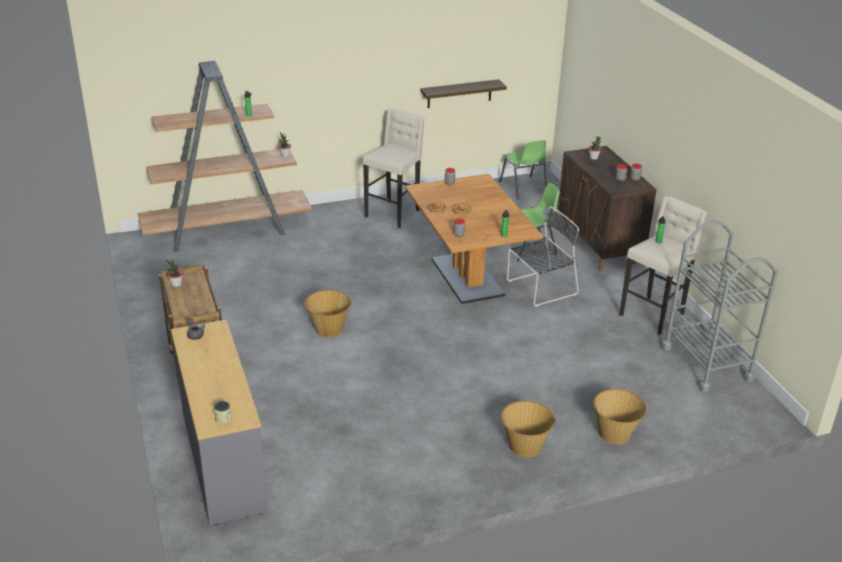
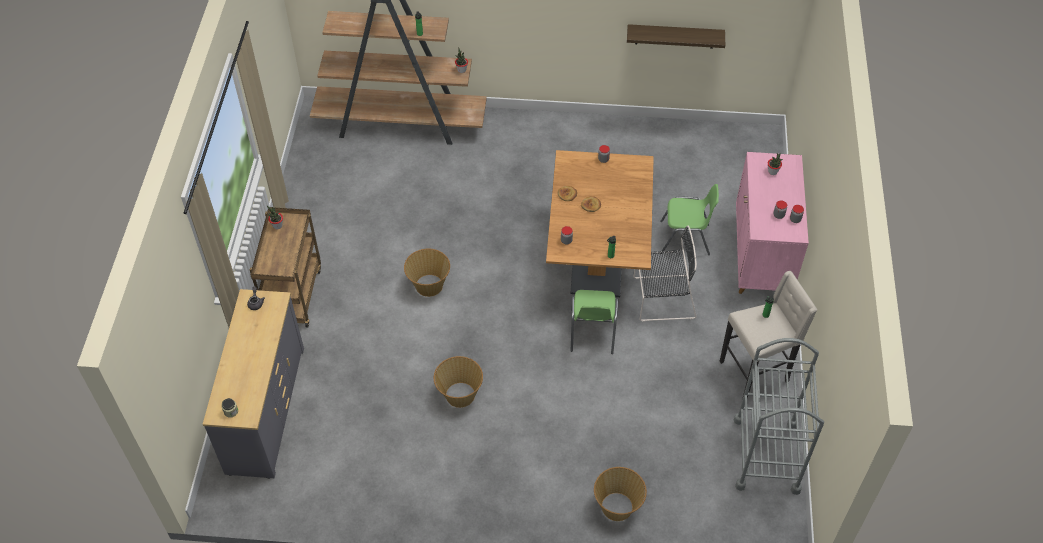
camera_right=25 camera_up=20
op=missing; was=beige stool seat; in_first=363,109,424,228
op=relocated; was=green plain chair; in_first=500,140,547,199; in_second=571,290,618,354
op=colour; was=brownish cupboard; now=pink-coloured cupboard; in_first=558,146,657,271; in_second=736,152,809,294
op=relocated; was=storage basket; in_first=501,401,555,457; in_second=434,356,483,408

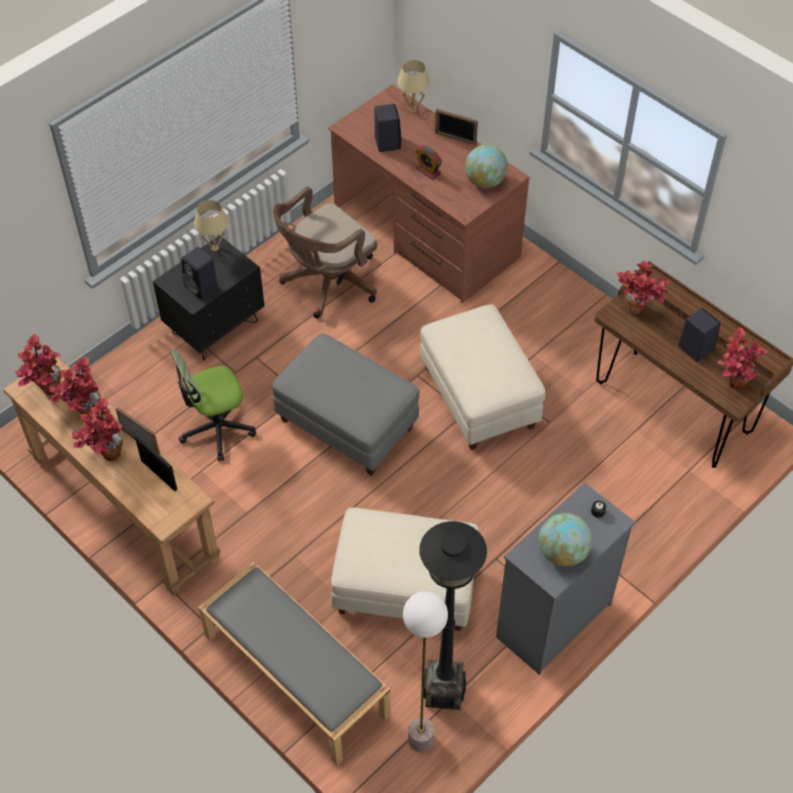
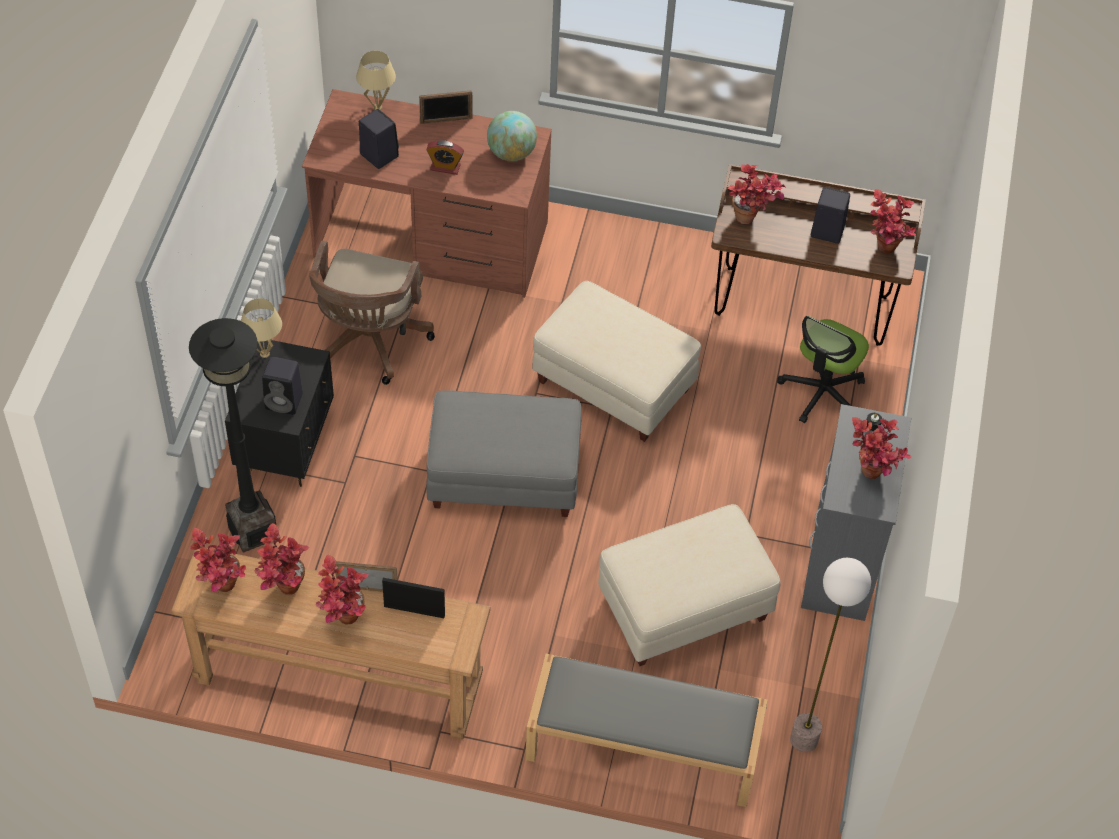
camera_right=-35 camera_up=0
op=relocated; was=computer chair; in_first=170,349,256,461; in_second=777,316,869,423
op=exchanged; was=globe; now=plant in a pot; in_first=539,513,593,567; in_second=852,417,911,479
op=relocated; was=black-coloured floor lamp; in_first=419,521,487,710; in_second=189,318,276,553

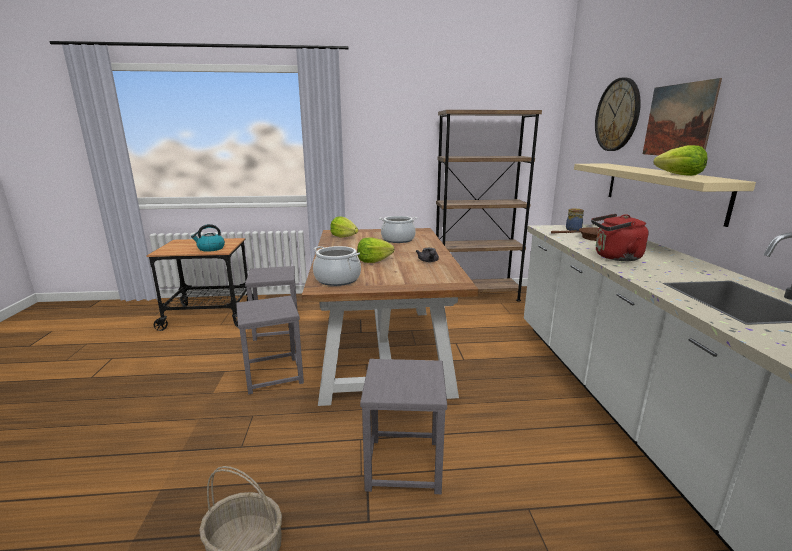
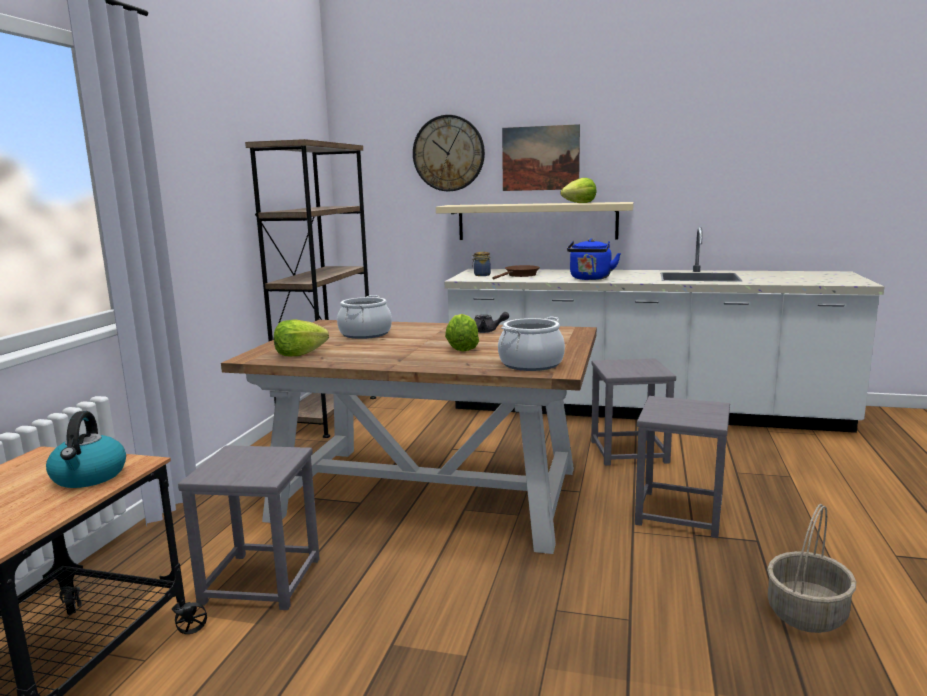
camera_right=-70 camera_up=-5
op=colour; was=red-coloured kettle; now=bluish kettle; in_first=591,214,649,261; in_second=567,238,621,280
op=relocated; was=grey stool seat; in_first=236,296,304,395; in_second=591,358,676,466

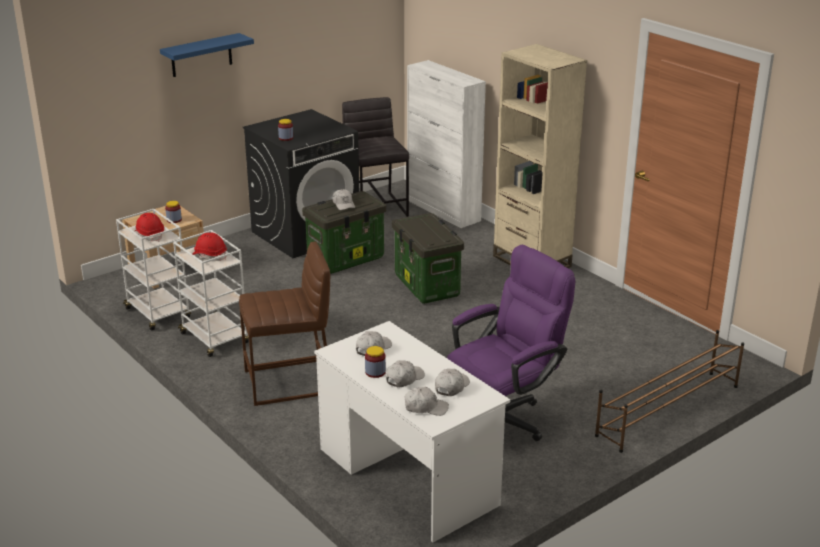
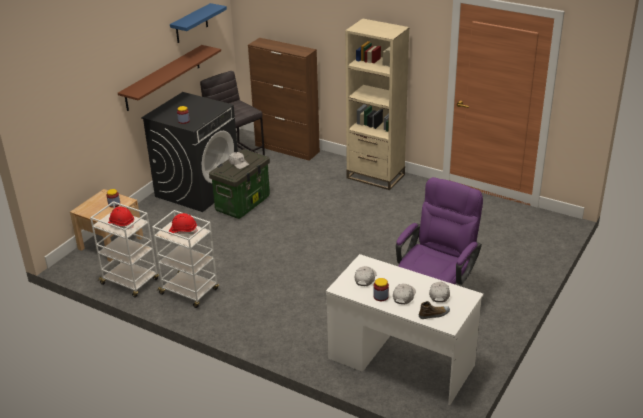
camera_right=-20 camera_up=5
op=relocated; was=bluish shelf; in_first=160,33,254,77; in_second=170,3,227,43
op=colour; was=white cupboard; now=brownish cupboard; in_first=407,60,486,228; in_second=248,38,320,161
op=missing; was=storage container; in_first=392,213,464,304
op=missing; was=brownish stool seat; in_first=239,241,330,406
op=missing; was=brownish shoe stand; in_first=595,330,744,453
op=exchanged; was=white cap; now=shoe; in_first=405,387,449,416; in_second=419,301,450,319
op=appeared; now=brownish shelf; in_second=118,45,221,111

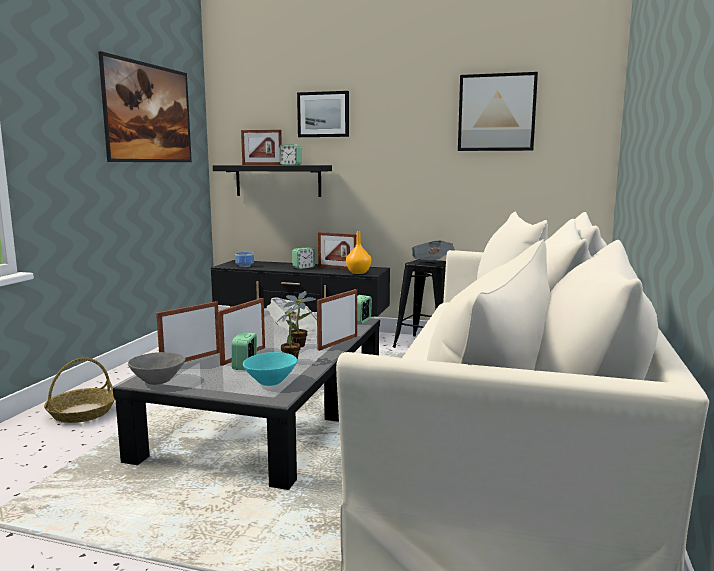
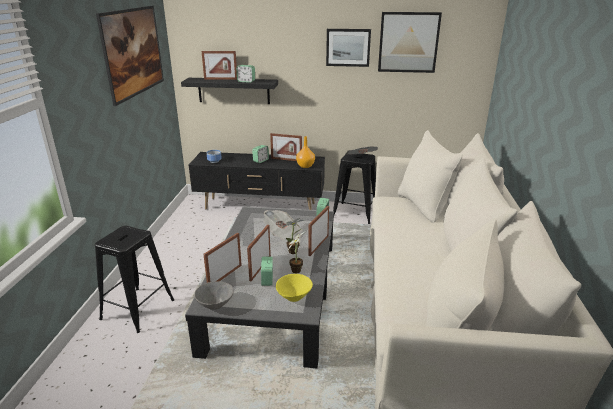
camera_right=-10 camera_up=15
op=relocated; was=wall art; in_first=297,91,349,137; in_second=326,29,371,67
op=colour; was=turquoise-coloured serving bowl; now=yellow-coloured serving bowl; in_first=243,352,297,386; in_second=276,274,313,302
op=exchanged; was=storage basket; now=black-coloured stool seat; in_first=44,358,115,423; in_second=95,226,175,333

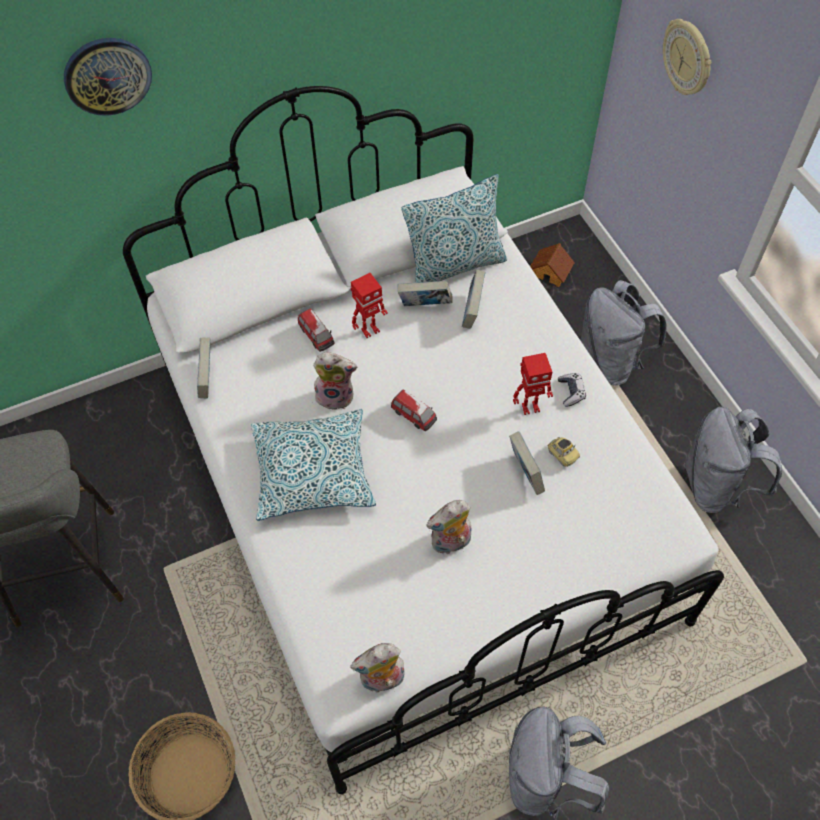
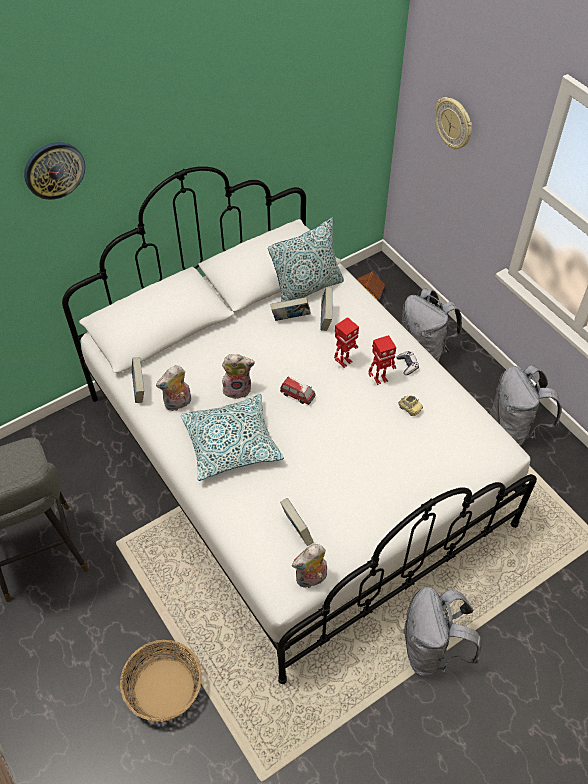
camera_right=-10 camera_up=-5
op=relocated; was=robot figure; in_first=350,273,388,338; in_second=334,317,359,368
op=missing; was=miniature car; in_first=298,308,334,352
op=relocated; was=book; in_first=509,432,545,495; in_second=280,498,313,546
op=relocated; was=plush toy; in_first=426,500,471,554; in_second=156,365,191,411

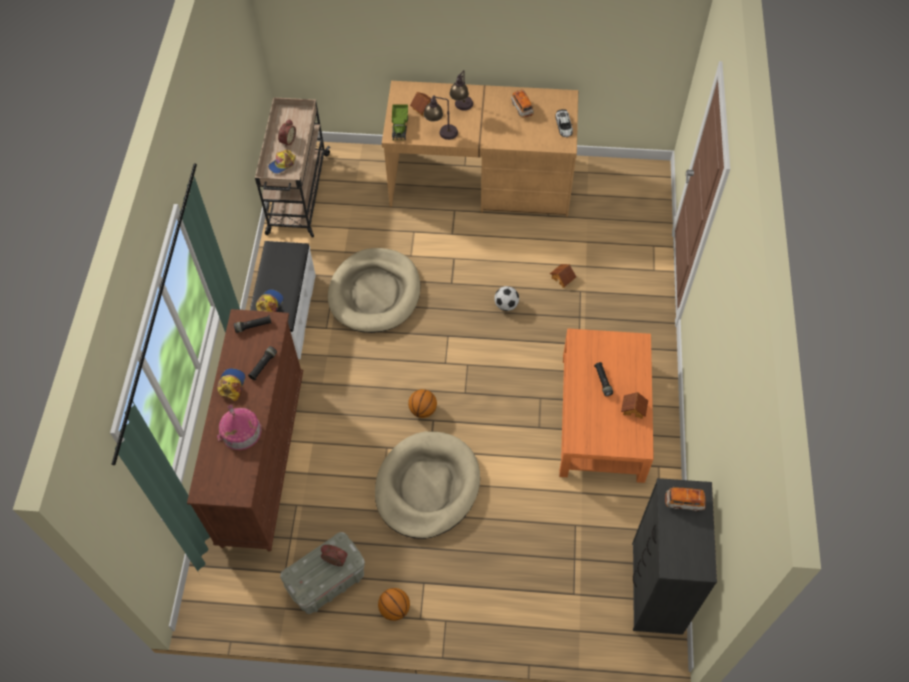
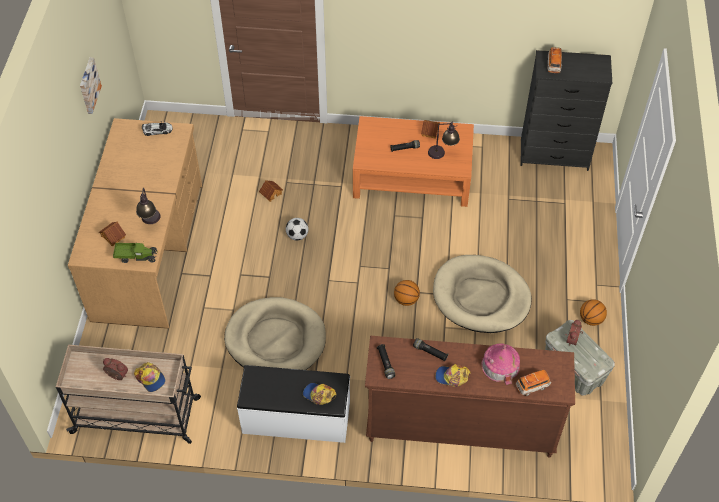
camera_right=-90 camera_up=-5
op=relocated; was=tabletop lamp; in_first=449,70,473,111; in_second=428,121,460,159
op=relocated; was=miniature car; in_first=511,89,534,118; in_second=516,370,551,396
op=appeared; now=wall art; in_second=80,57,102,114

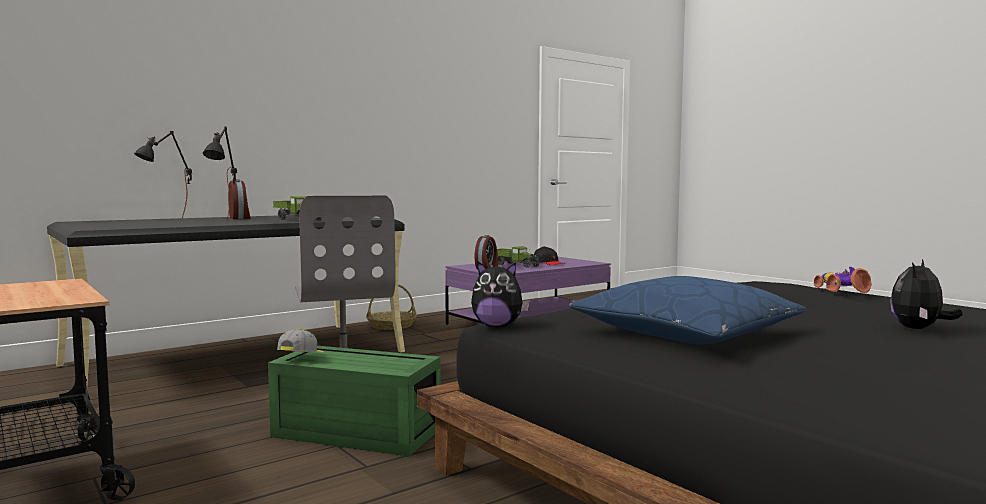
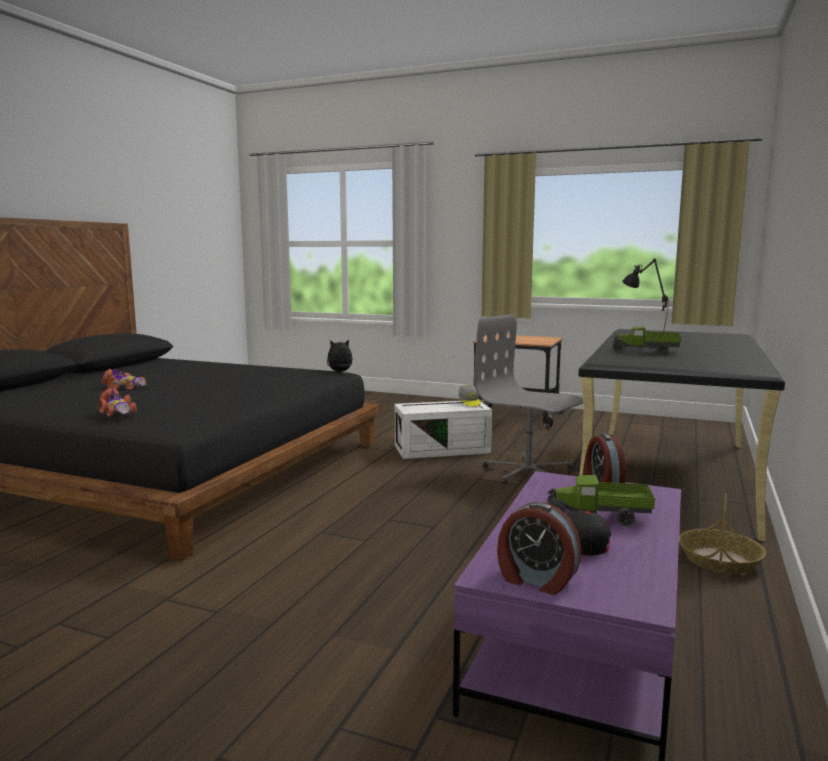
camera_right=150 camera_up=5
op=missing; was=black-coloured tabletop lamp; in_first=134,131,192,218
op=relocated; was=bedside clock; in_first=228,179,251,219; in_second=497,502,581,595
op=exchanged; was=plush toy; now=miniature car; in_first=890,259,963,329; in_second=102,369,147,390
op=missing; was=bluish throw pillow; in_first=569,276,806,345
op=colour; was=green storage container; now=white storage container; in_first=268,346,441,456; in_second=395,401,492,459

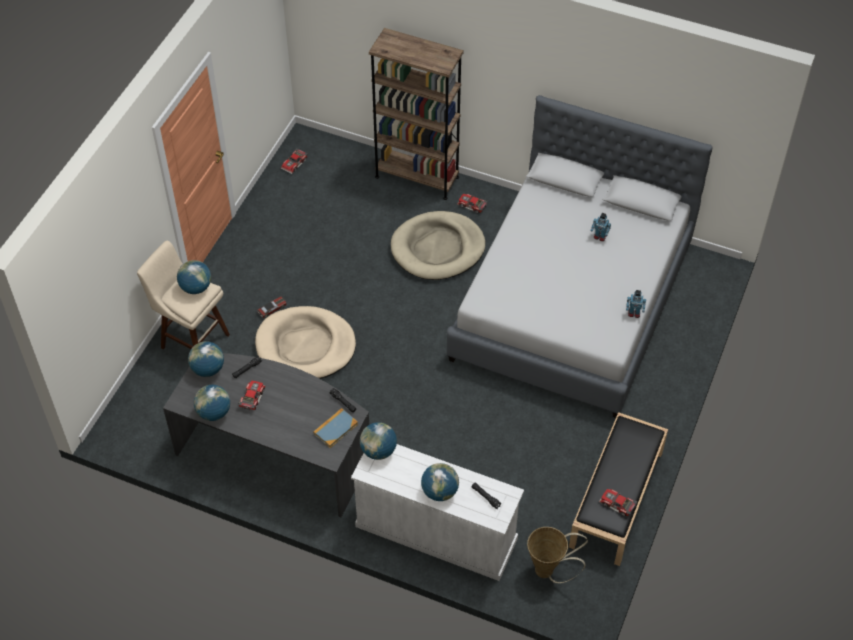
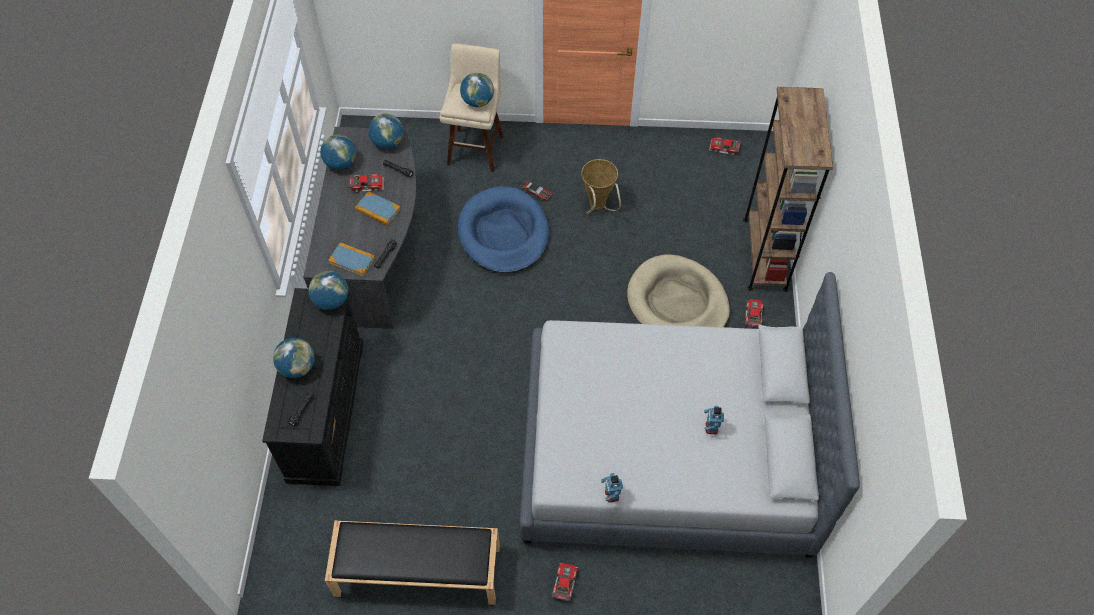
camera_right=70 camera_up=5
op=colour; was=beige pet bed; now=bluish pet bed; in_first=255,306,356,379; in_second=458,186,549,273
op=colour; was=white chest of drawers; now=black-coloured chest of drawers; in_first=351,444,524,581; in_second=262,288,364,486
op=relocated; was=miniature car; in_first=599,489,637,516; in_second=552,563,578,601
op=relocated; was=storage basket; in_first=527,527,588,583; in_second=581,159,621,214
op=appeared; now=book; in_second=355,191,401,226

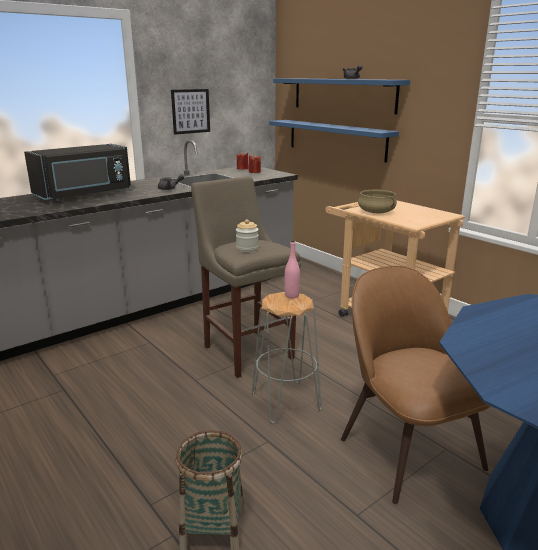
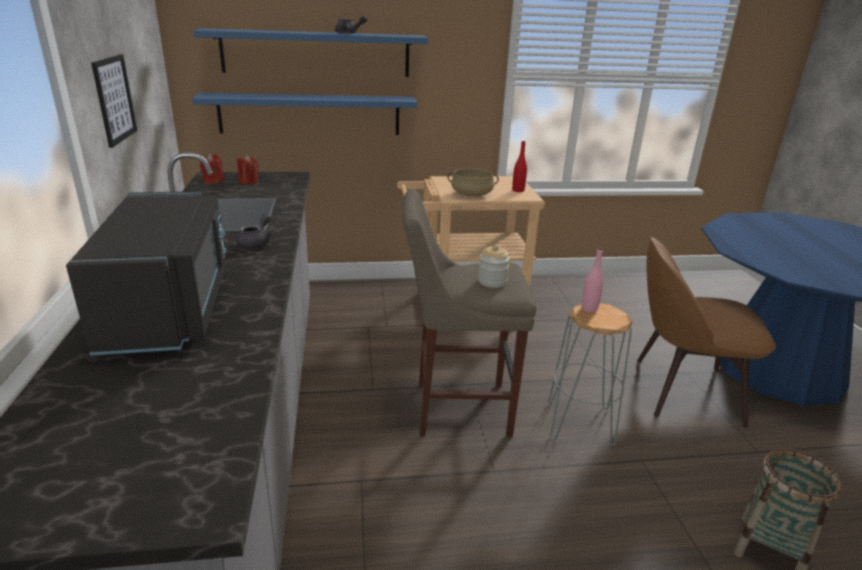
camera_right=-60 camera_up=5
op=appeared; now=red-coloured drink bottle; in_second=512,141,527,192

